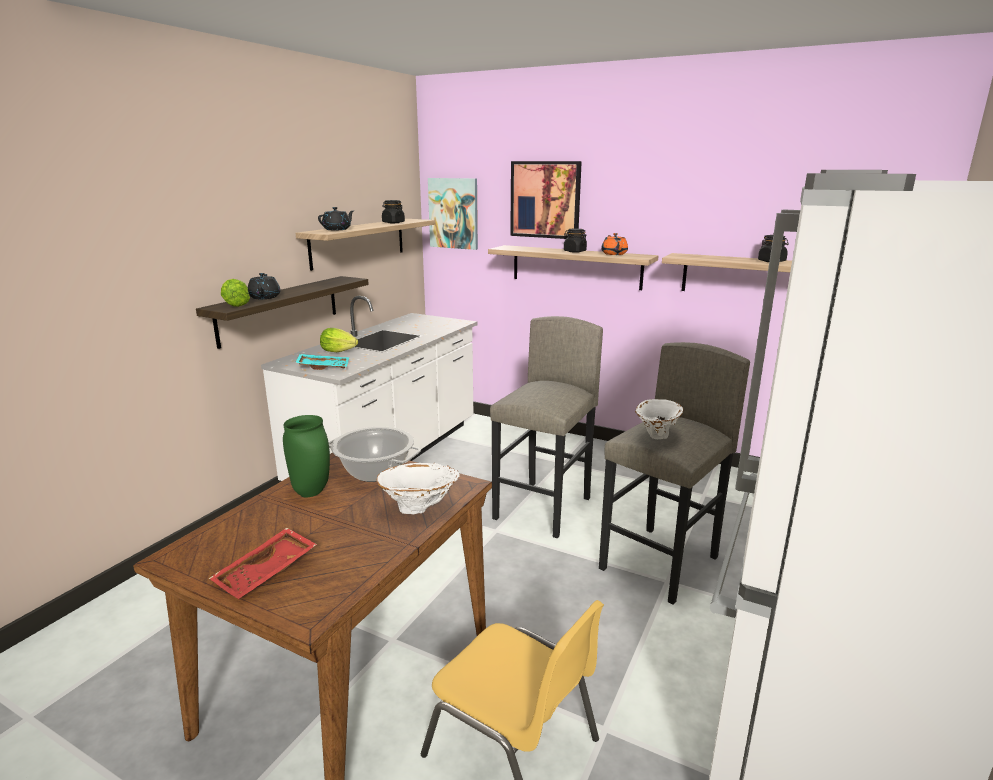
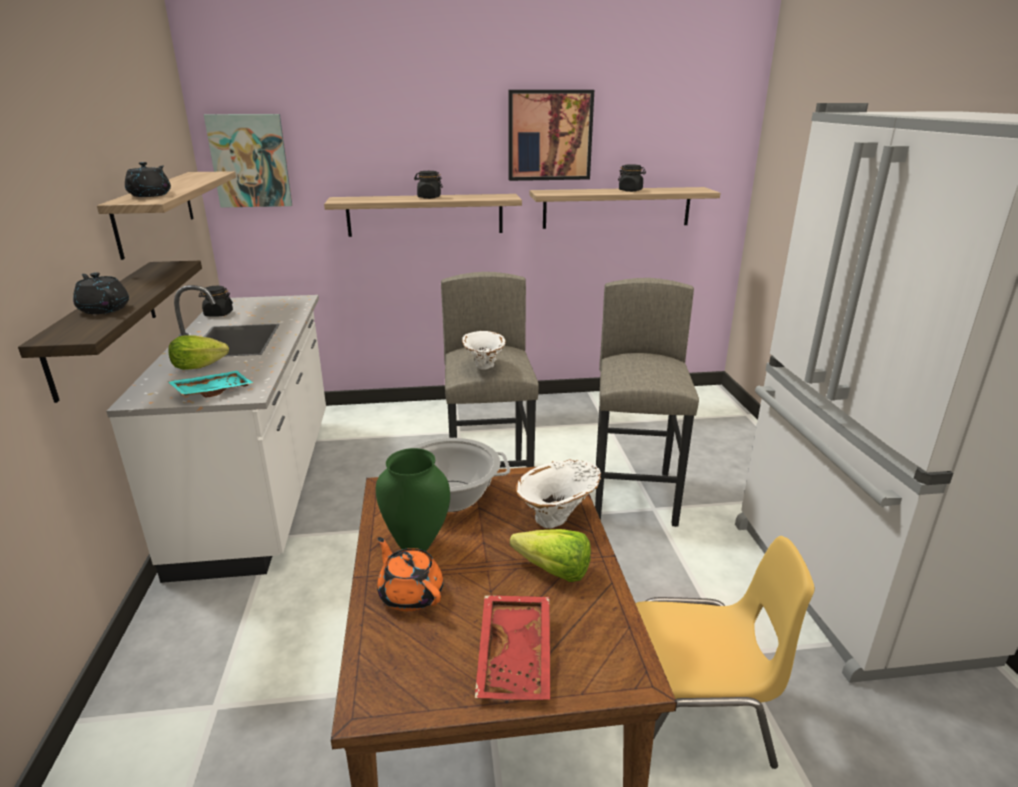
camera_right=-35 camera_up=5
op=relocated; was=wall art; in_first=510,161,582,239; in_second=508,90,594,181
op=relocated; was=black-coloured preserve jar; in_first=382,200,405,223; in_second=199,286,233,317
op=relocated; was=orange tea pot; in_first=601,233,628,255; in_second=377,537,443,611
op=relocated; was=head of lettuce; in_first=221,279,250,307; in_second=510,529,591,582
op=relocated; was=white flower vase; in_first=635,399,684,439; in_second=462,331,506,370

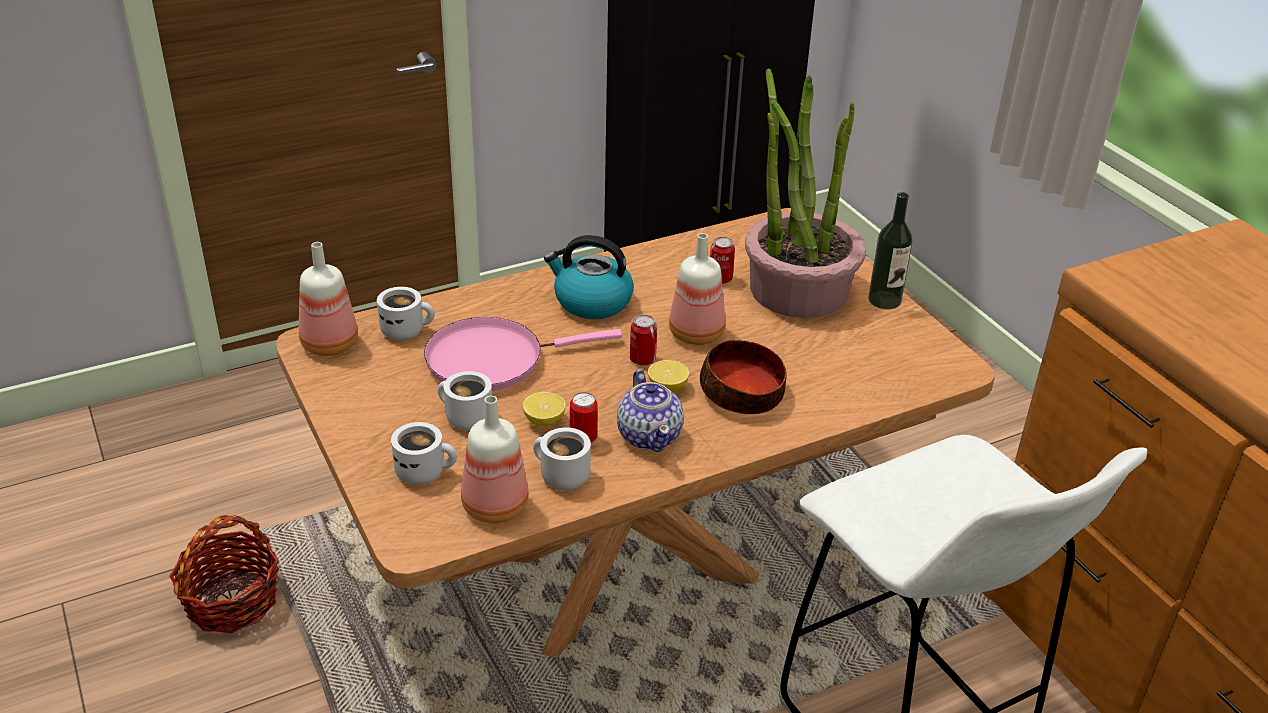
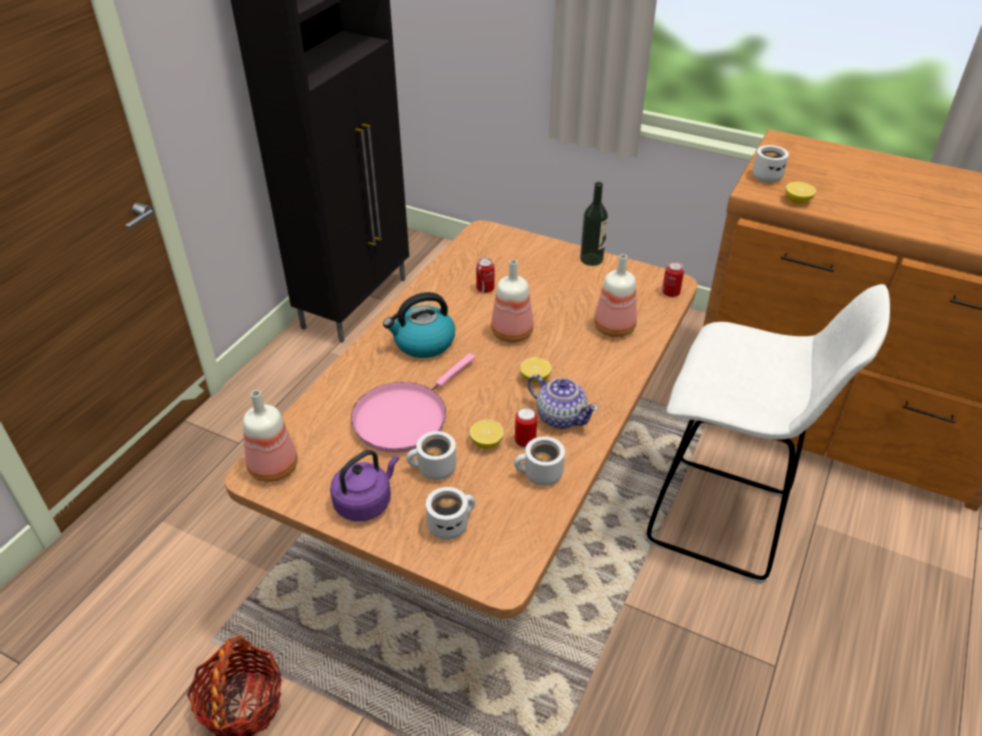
camera_right=-35 camera_up=5
op=missing; was=plant in a pot; in_first=745,69,866,318
op=relocated; was=white tea mug; in_first=377,287,435,340; in_second=753,145,789,183
op=relocated; was=metal can; in_first=630,315,657,365; in_second=662,261,684,297
op=missing; was=serving bowl; in_first=700,340,786,414
op=relocated; was=drink bottle; in_first=461,396,529,523; in_second=594,254,637,337
op=appeared; now=citrus fruit; in_second=786,182,816,204
op=appeared; now=purplish kettle; in_second=330,450,399,521

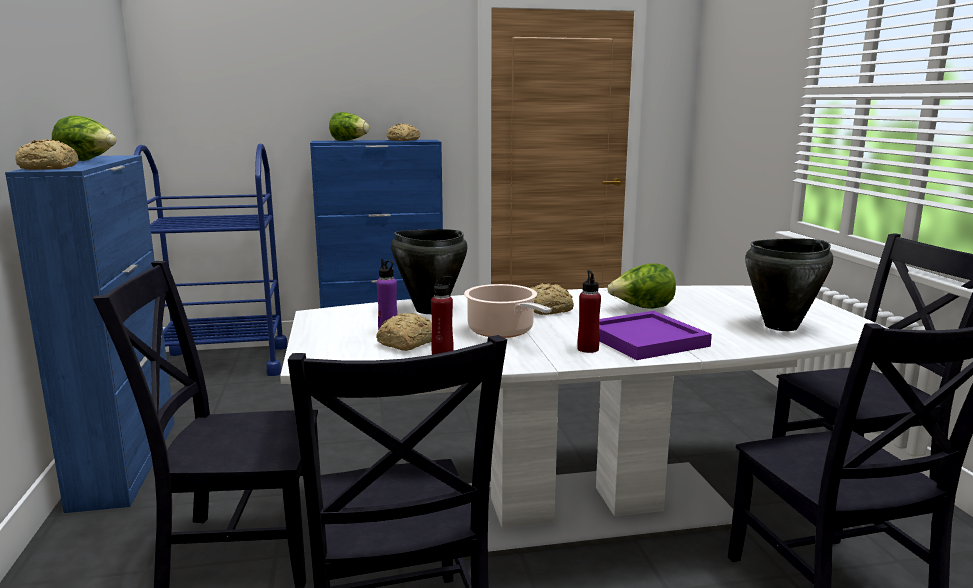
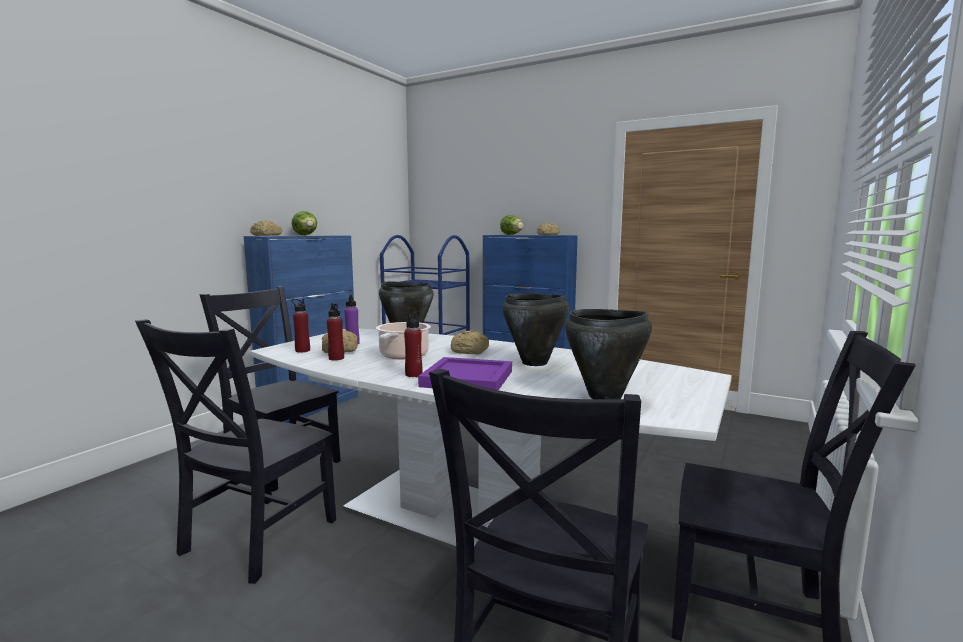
camera_right=40 camera_up=-5
op=exchanged; was=head of lettuce; now=black-coloured saucepot; in_first=607,263,676,309; in_second=503,293,569,366
op=appeared; now=red-coloured drink bottle; in_second=292,299,310,353

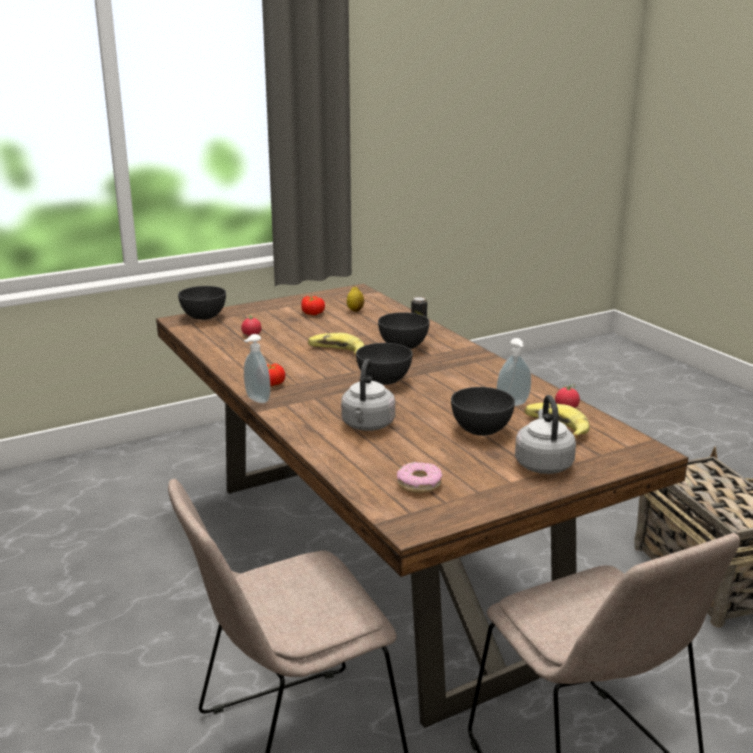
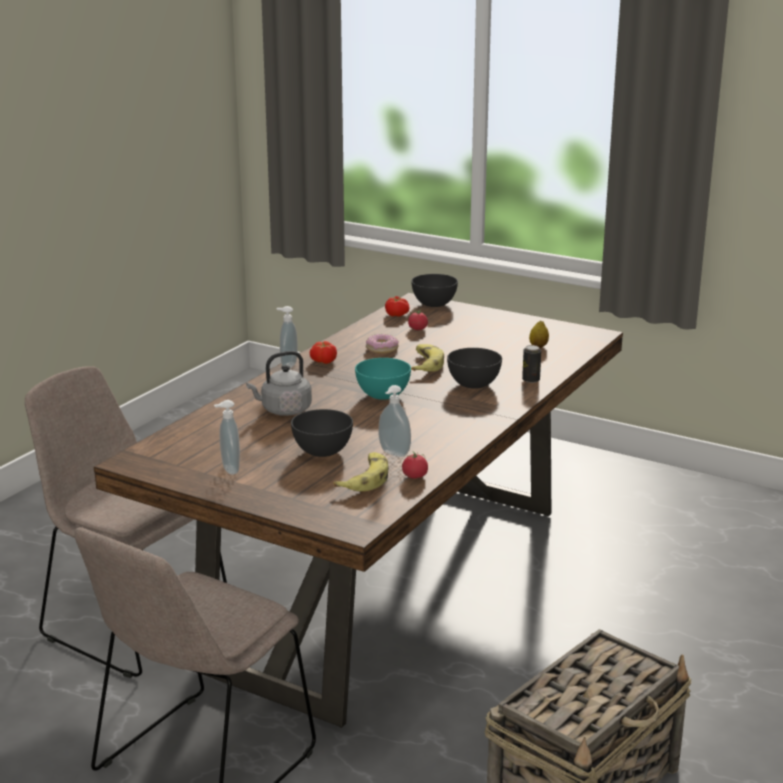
camera_right=60 camera_up=0
op=relocated; was=tomato; in_first=301,296,325,315; in_second=385,296,410,317
op=colour; was=grey serving bowl; now=turquoise-coloured serving bowl; in_first=356,343,413,385; in_second=355,358,411,400
op=missing; was=grey kettle; in_first=515,395,576,474
op=relocated; was=ring doughnut; in_first=397,462,442,493; in_second=366,334,399,354
op=appeared; now=liquid soap bottle; in_second=214,400,240,475

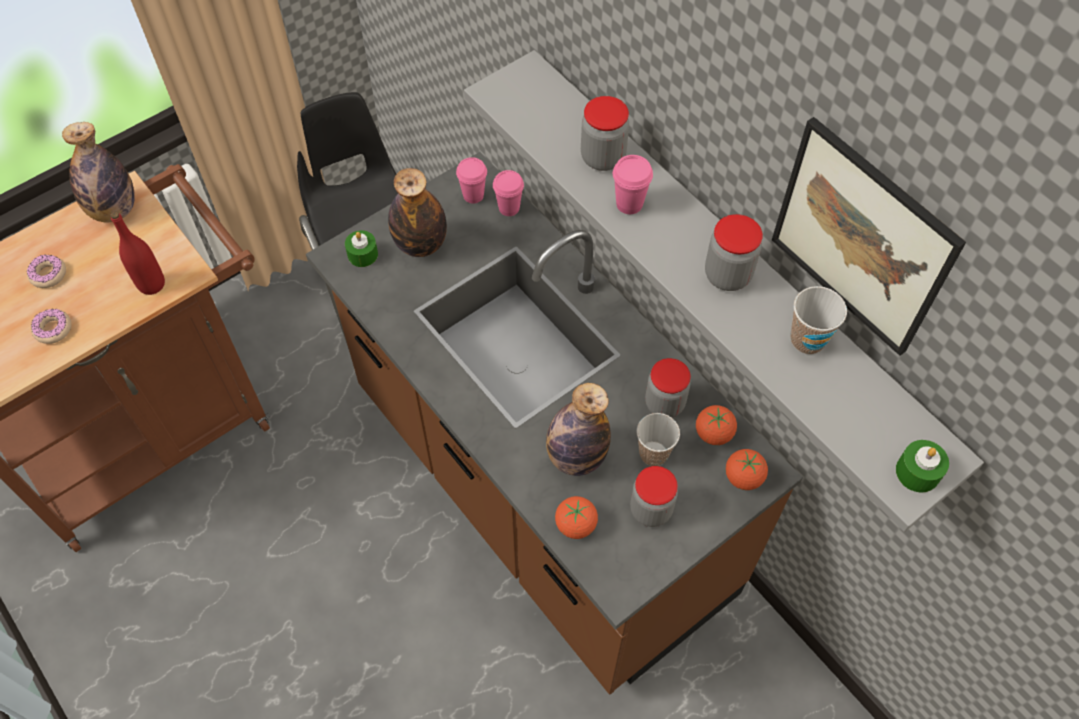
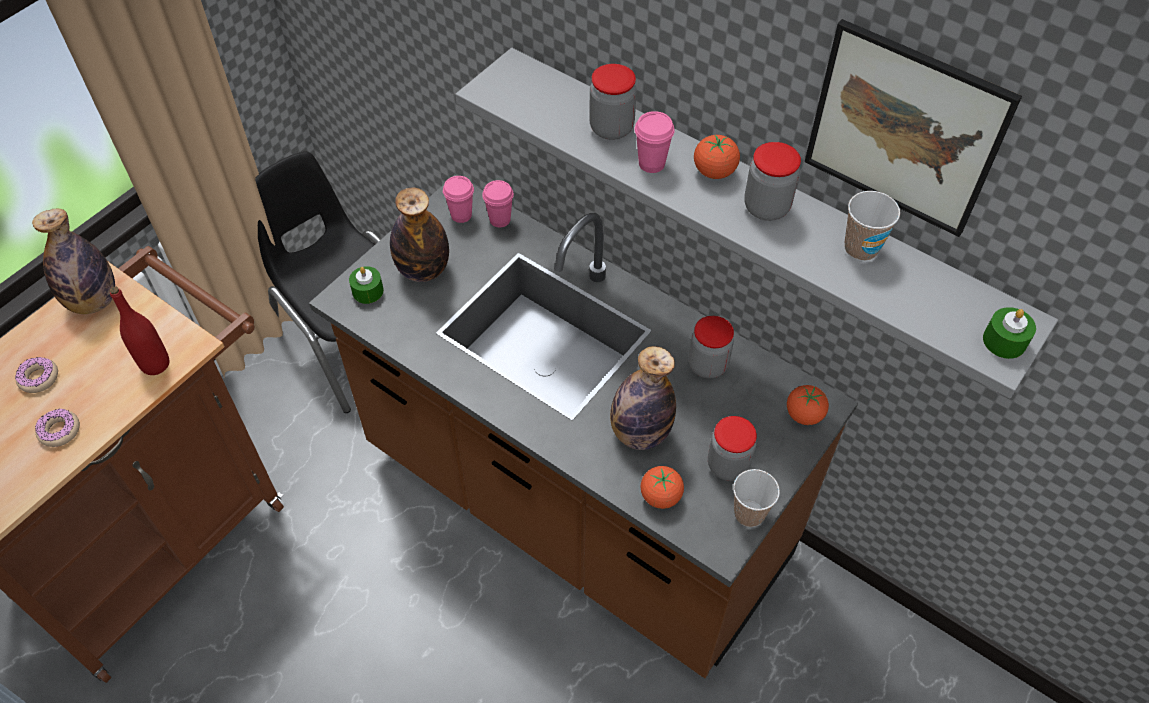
camera_right=-15 camera_up=-5
op=relocated; was=tomato; in_first=696,405,737,445; in_second=694,135,740,179
op=relocated; was=small cup; in_first=637,413,680,466; in_second=733,469,780,527

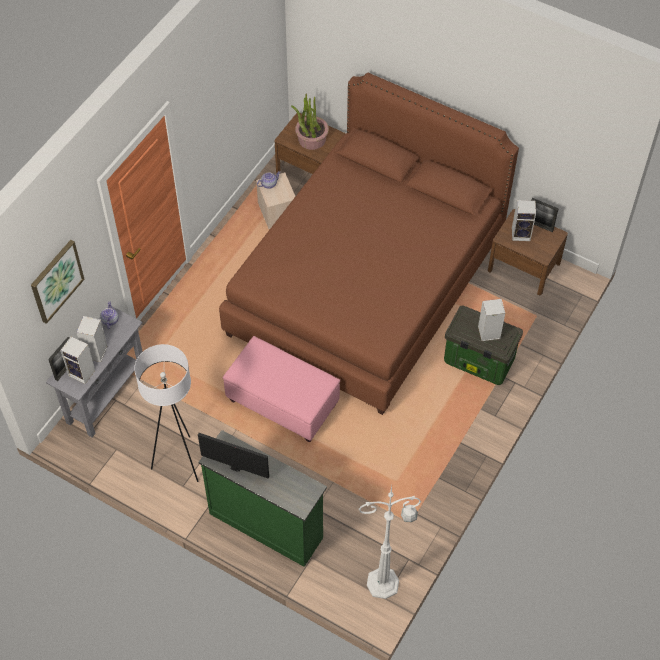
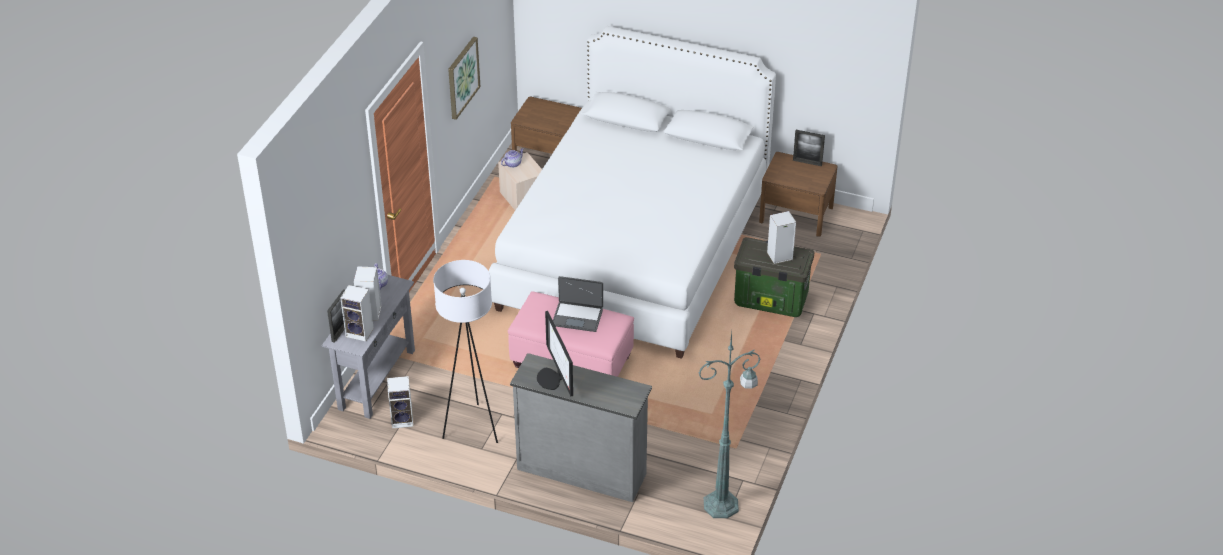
camera_right=-10 camera_up=-15
op=colour; was=brownish sleeping bed; now=white sleeping bed; in_first=219,73,519,415; in_second=489,26,776,359
op=missing; was=plant in a pot; in_first=291,93,329,150
op=relocated; was=speaker; in_first=512,200,536,241; in_second=387,376,413,429
op=relocated; was=wall art; in_first=31,240,85,324; in_second=448,37,481,120
op=colour; was=green chest of drawers; now=grey chest of drawers; in_first=199,430,327,567; in_second=510,353,652,502
op=spun; was=computer display; in_first=198,433,269,478; in_second=537,311,573,396; clockwise=-120
op=colour; was=white floor lamp; now=green floor lamp; in_first=359,486,421,599; in_second=698,332,761,518
op=appeared; now=portable computer; in_second=553,276,603,332

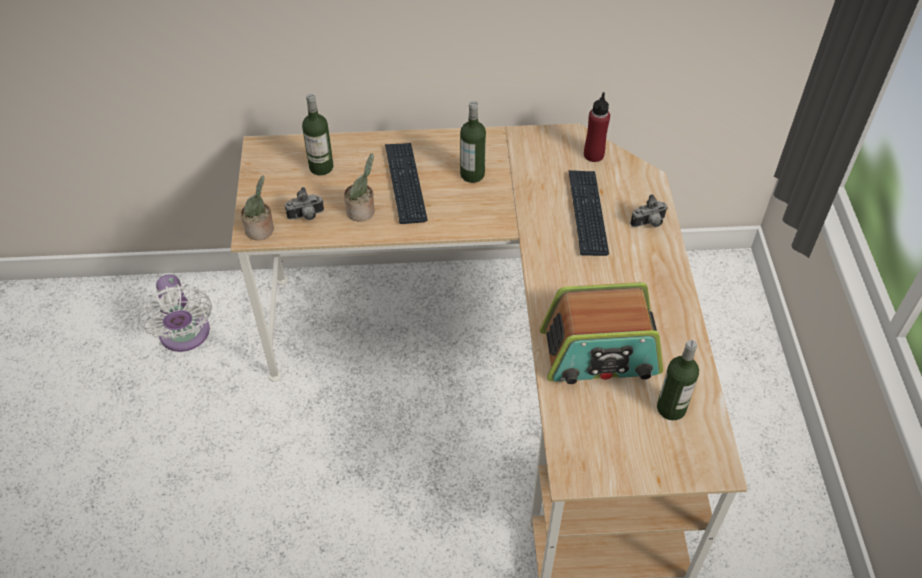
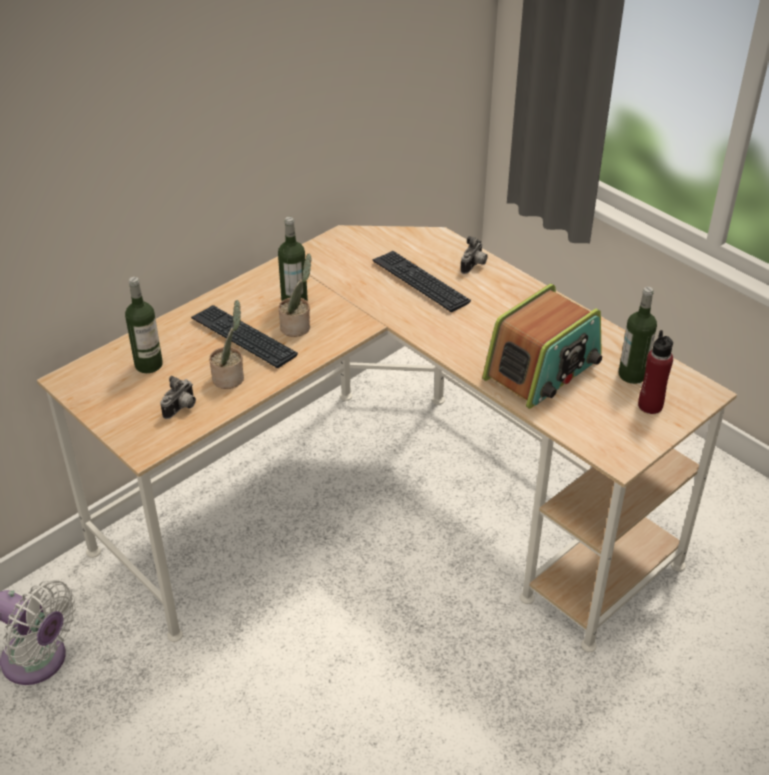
camera_right=-40 camera_up=-10
op=relocated; was=red-coloured drink bottle; in_first=584,92,610,162; in_second=638,330,673,414
op=relocated; was=plant in a pot; in_first=241,176,274,240; in_second=279,253,312,337

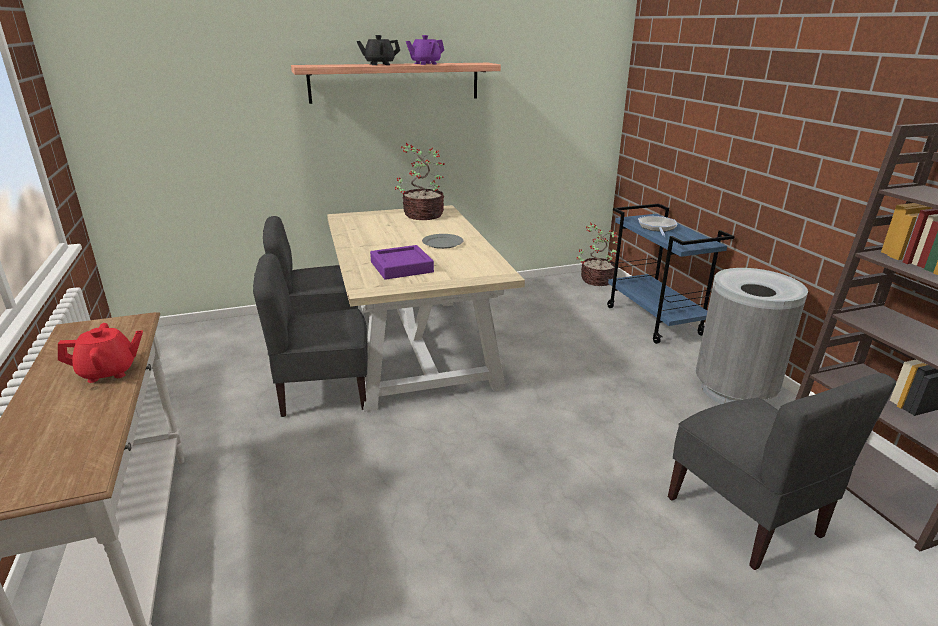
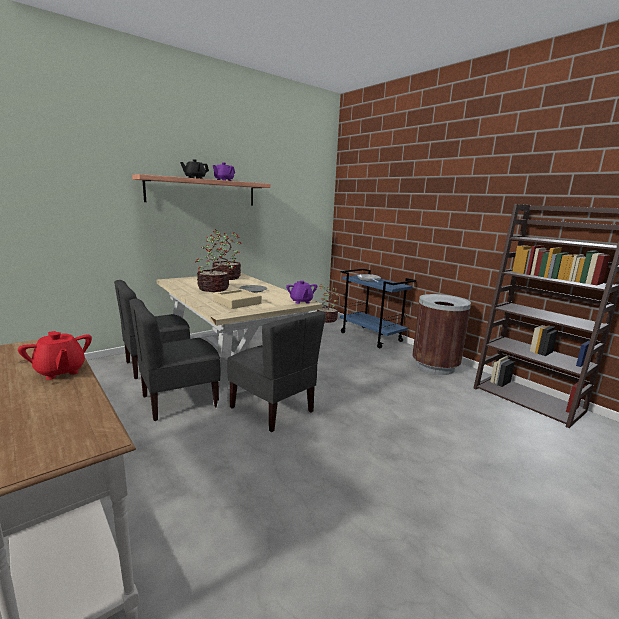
camera_right=-20 camera_up=-10
op=colour; was=purplish tray; now=beige tray; in_first=370,245,434,280; in_second=213,289,262,309
op=colour; was=grey rubbish bin; now=brownish rubbish bin; in_first=695,268,808,404; in_second=412,294,471,375
op=spun; was=red-coloured tea pot; in_first=58,323,143,383; in_second=18,331,92,380; clockwise=90
op=relocated; was=grey plain chair; in_first=668,373,896,570; in_second=227,311,326,432
op=appeared; now=plant in a pot; in_second=196,234,236,292
op=appeared; now=purplish tea pot; in_second=286,281,317,304

